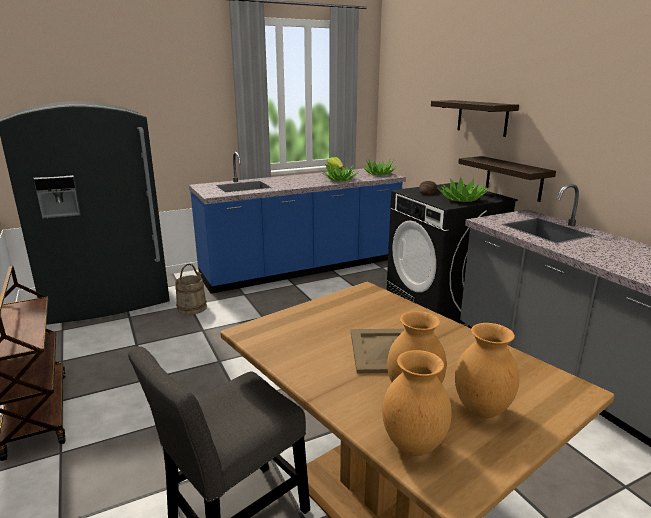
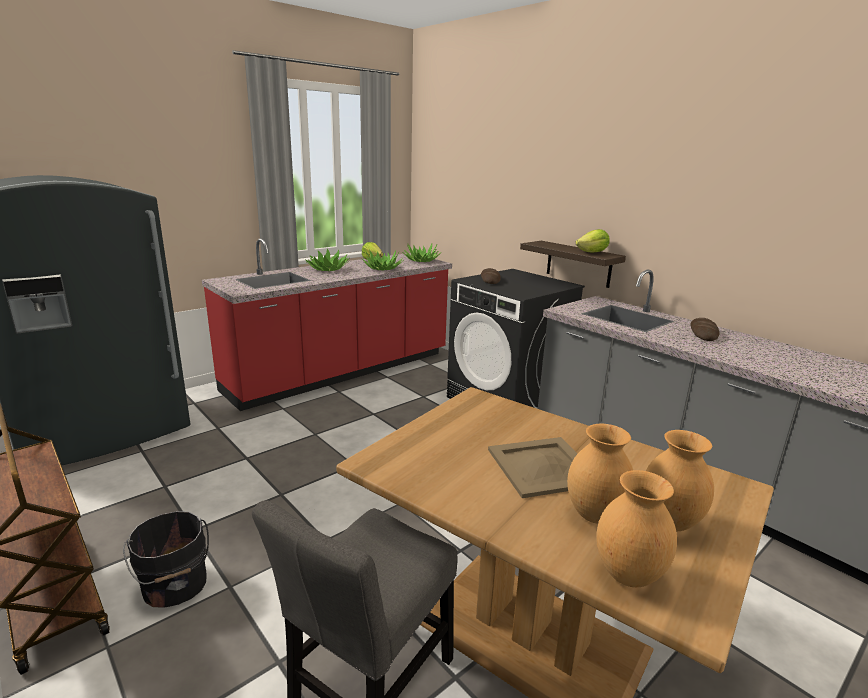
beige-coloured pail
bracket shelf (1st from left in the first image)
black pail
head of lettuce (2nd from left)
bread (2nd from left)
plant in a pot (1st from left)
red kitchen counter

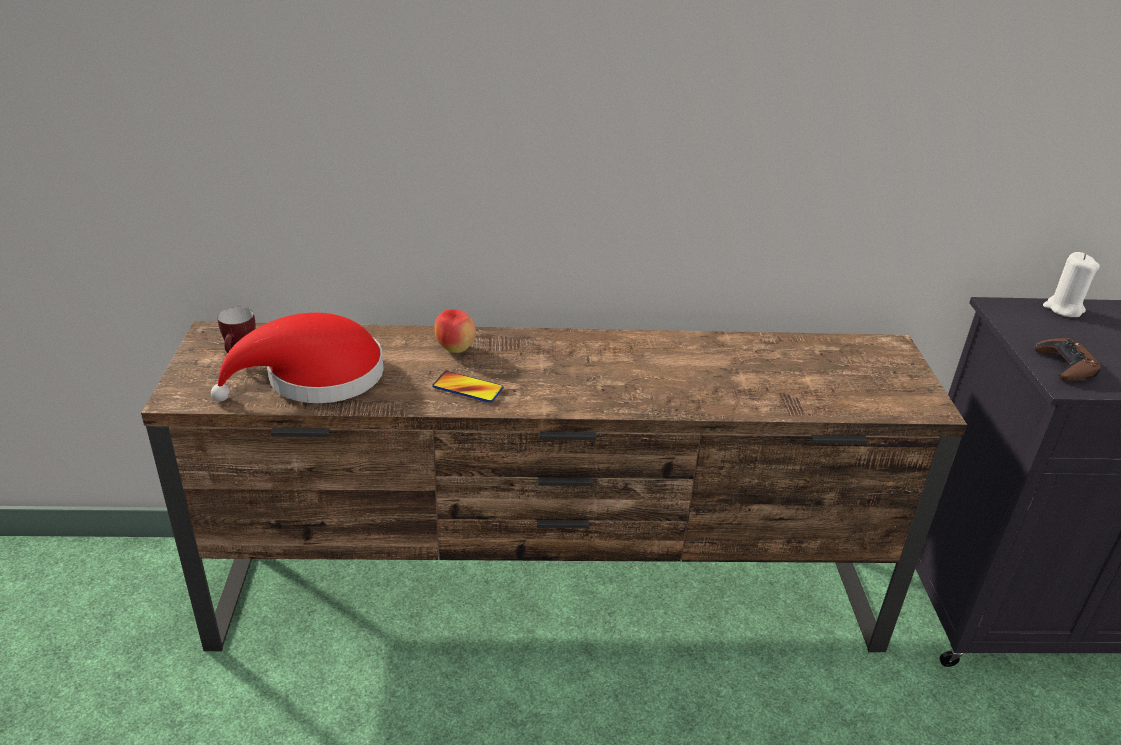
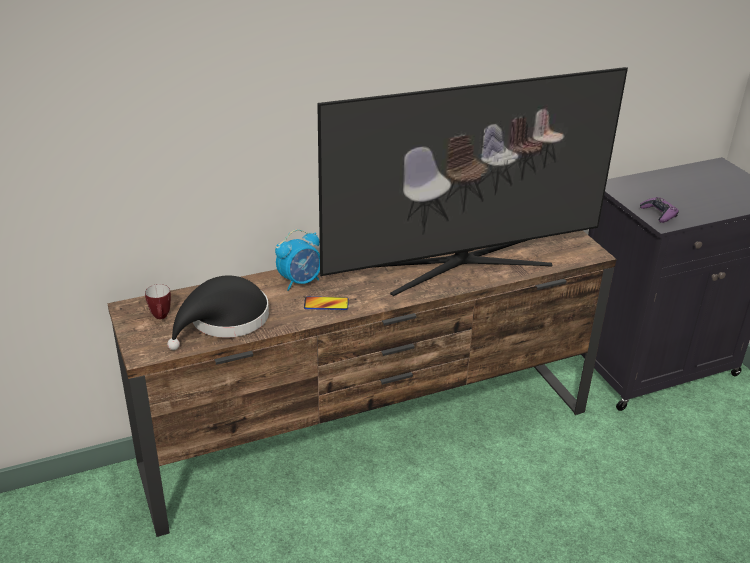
white wax light
TV set
alarm clock
black clothing hat
purple game controller

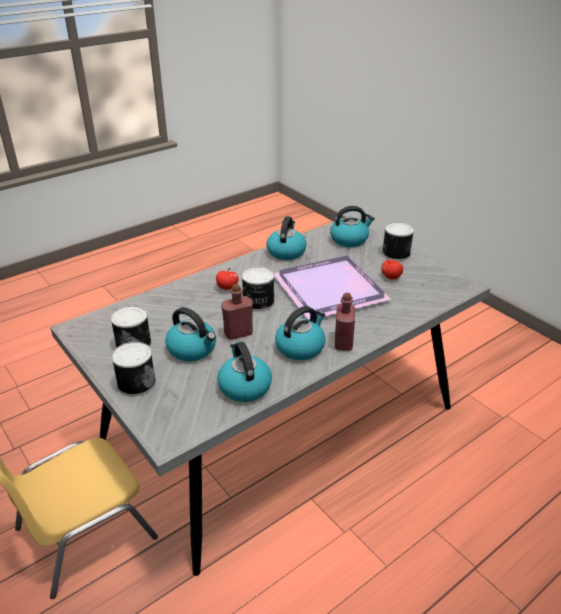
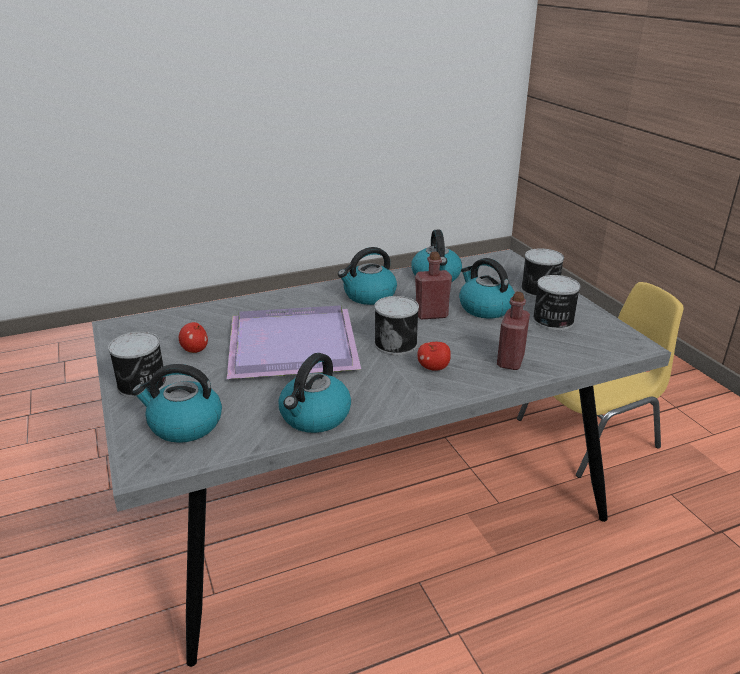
red drink bottle (2nd from left)

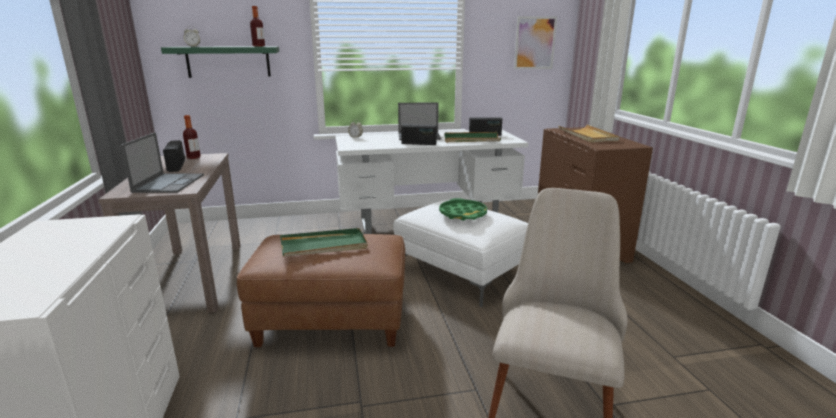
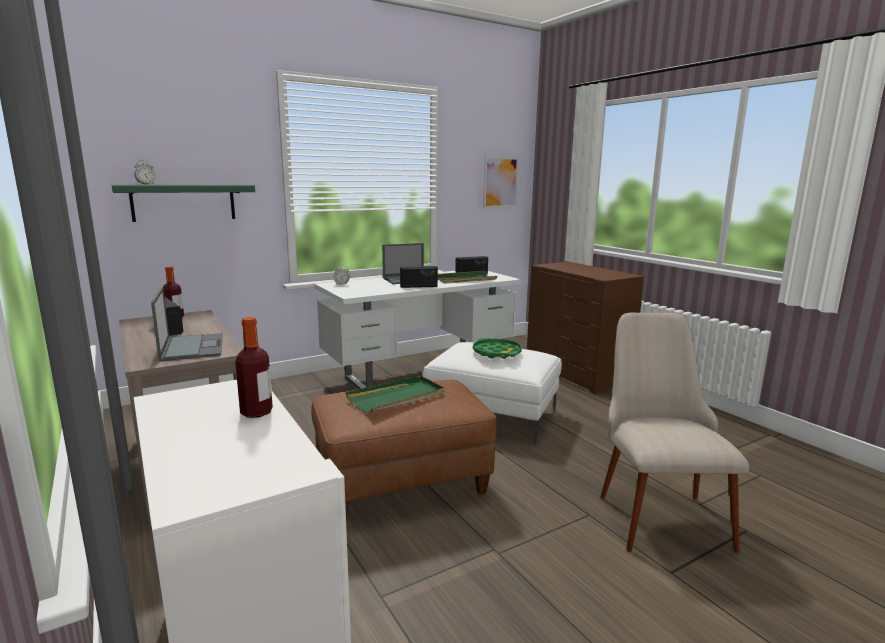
beige-coloured serving tray
drink bottle (2nd from left)

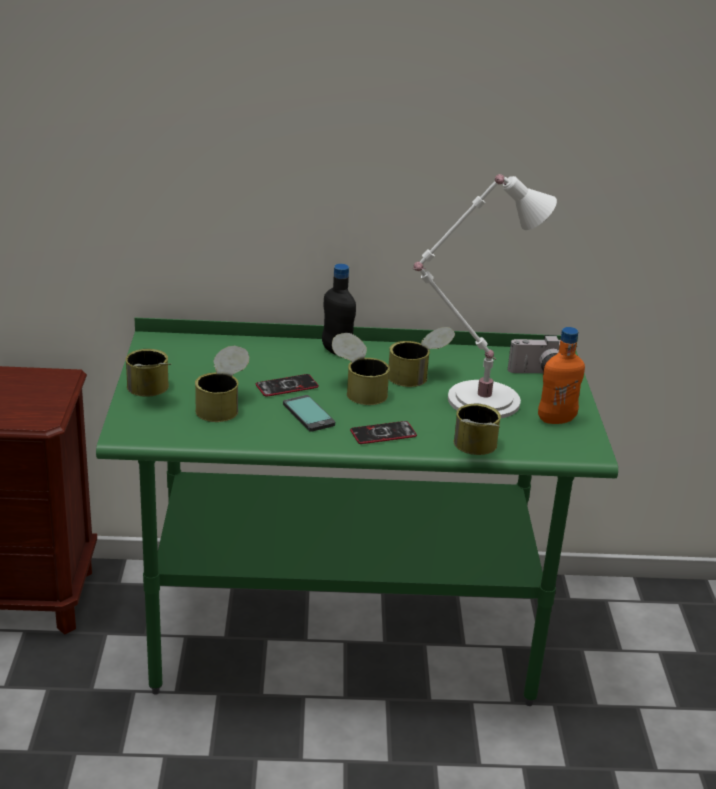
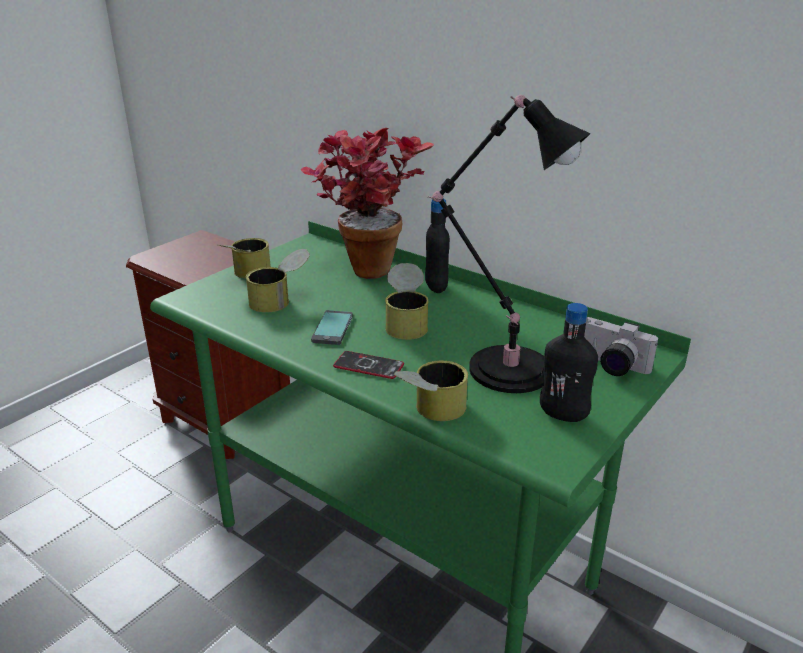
phone (1st from left in the first image)
sealed can (4th from left in the first image)
plant in a pot
black lamp for a table
black drink bottle (2nd from left)

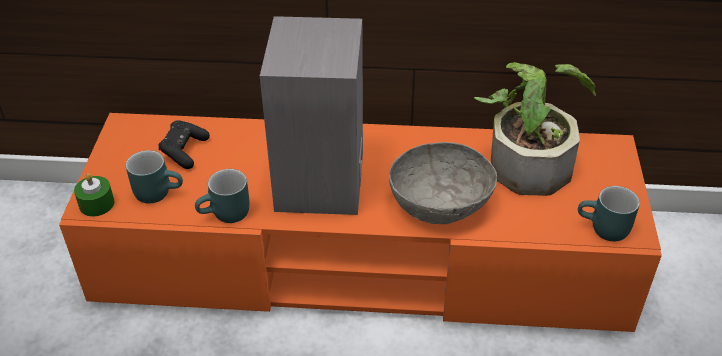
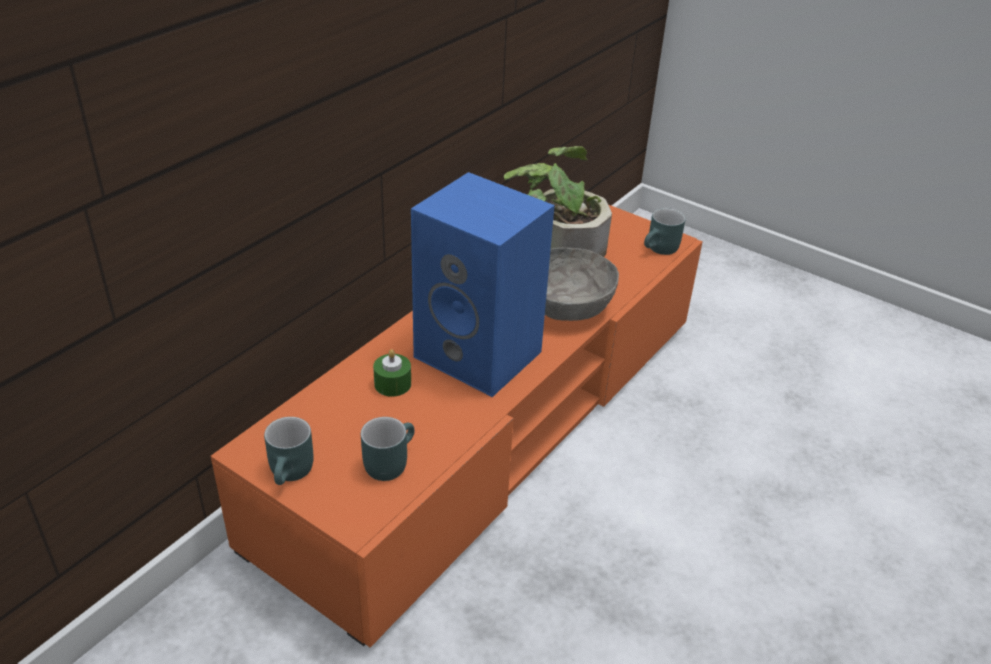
black game controller
greenish wax light
blue-green tea mug (1st from left)
bluish audio speaker

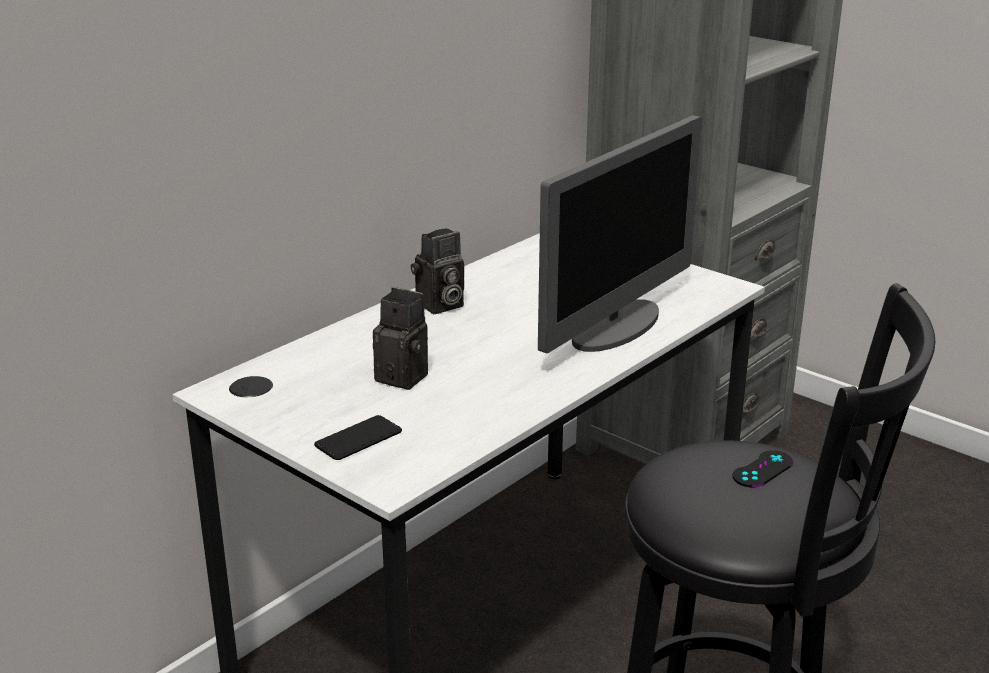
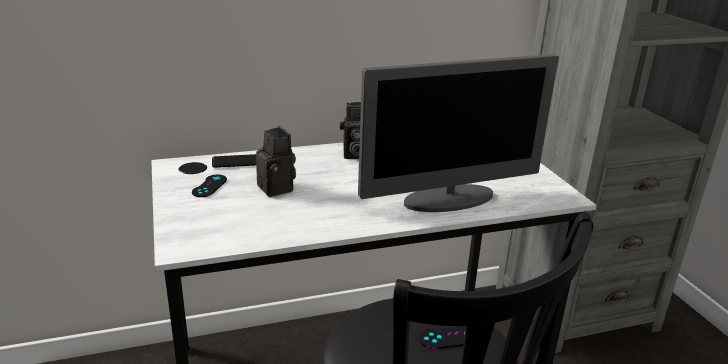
black game controller (1st from left)
phone

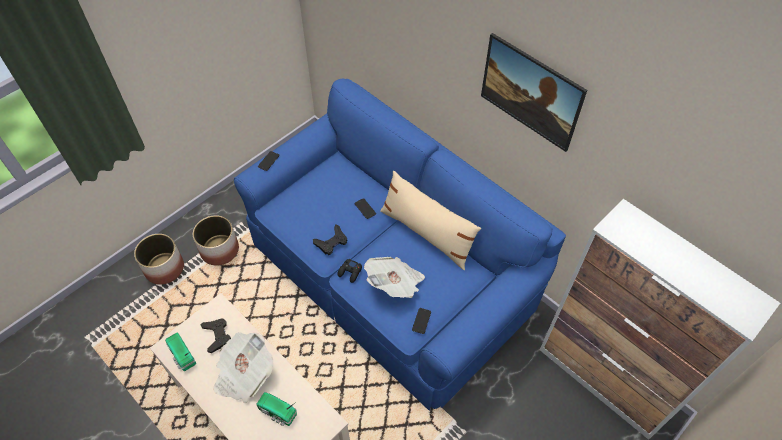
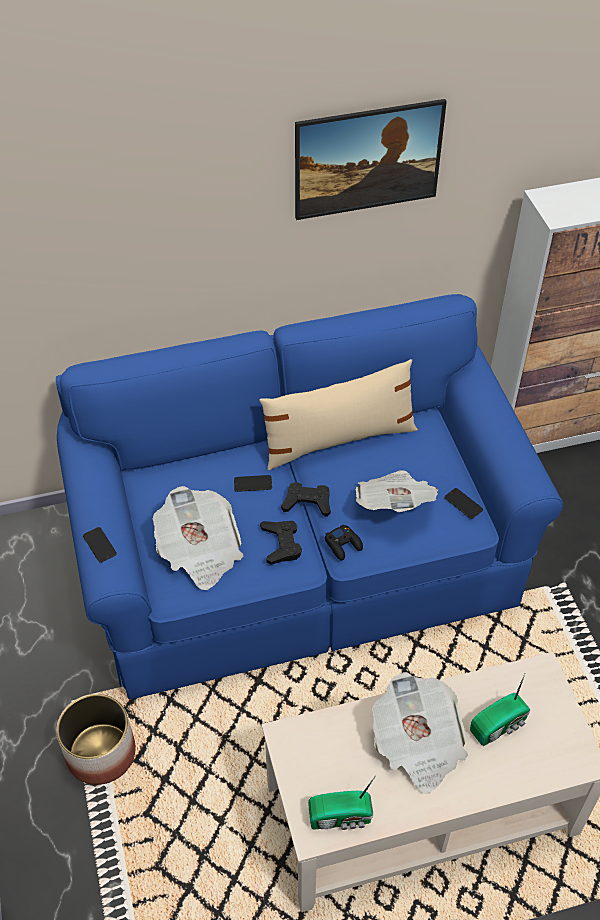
plant pot (1st from left in the first image)
daily paper (1st from left)
black game controller (2nd from left)

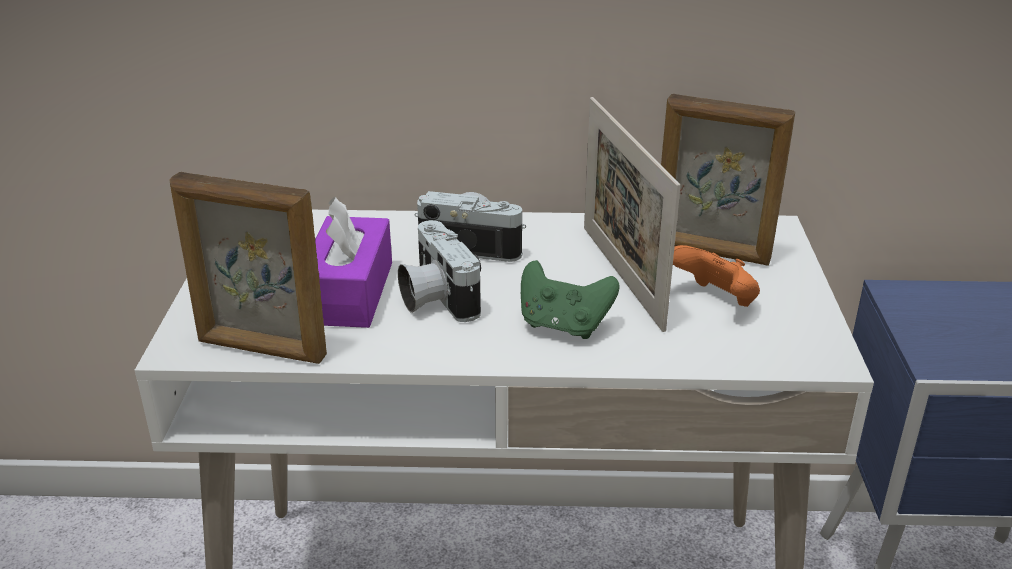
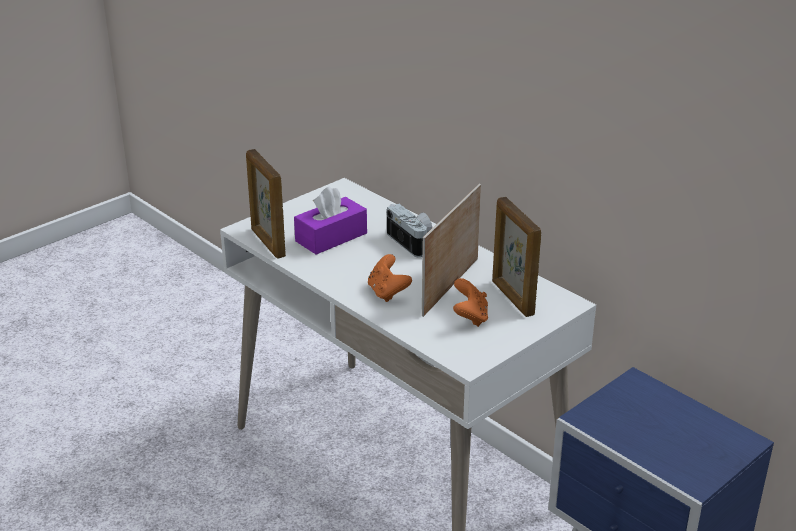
still camera (1st from left in the first image)
orange game controller (1st from left)

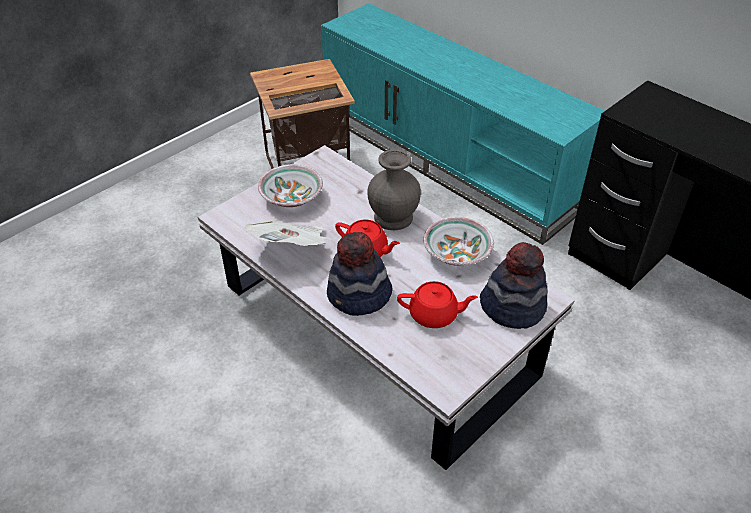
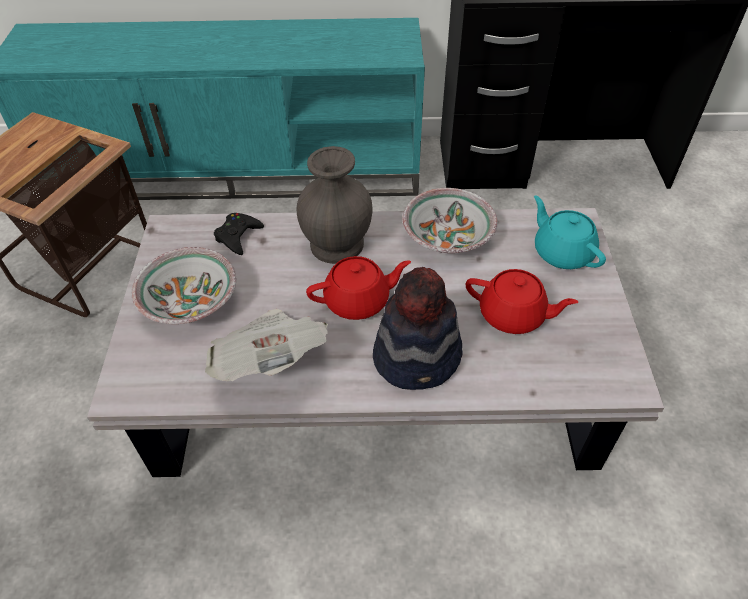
black game controller
blue-green tea pot
red tea pot (2nd from left)

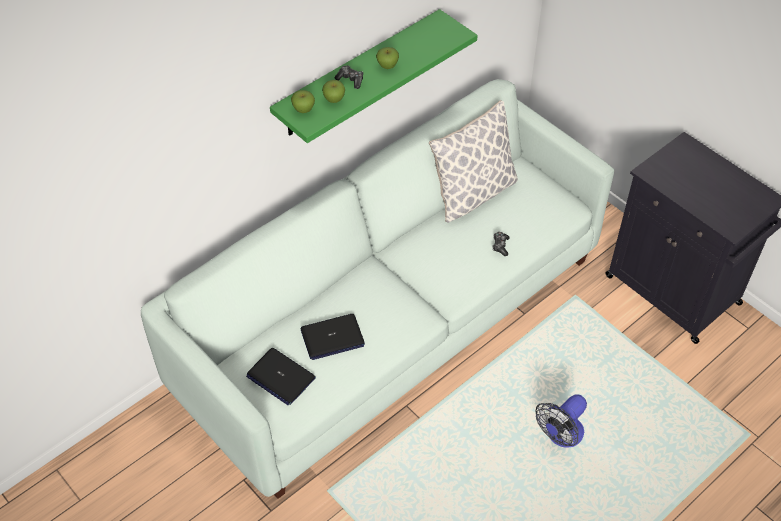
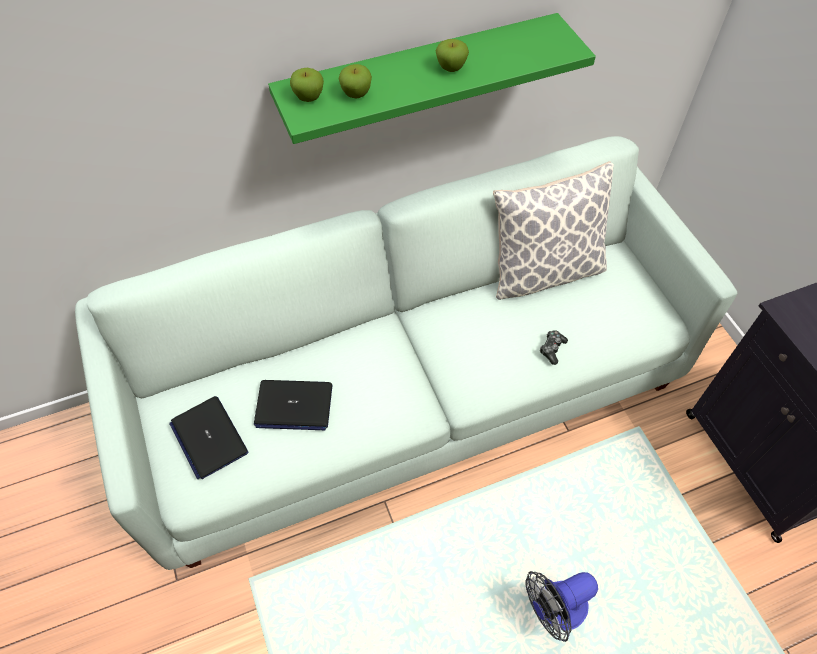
game controller (1st from left in the first image)

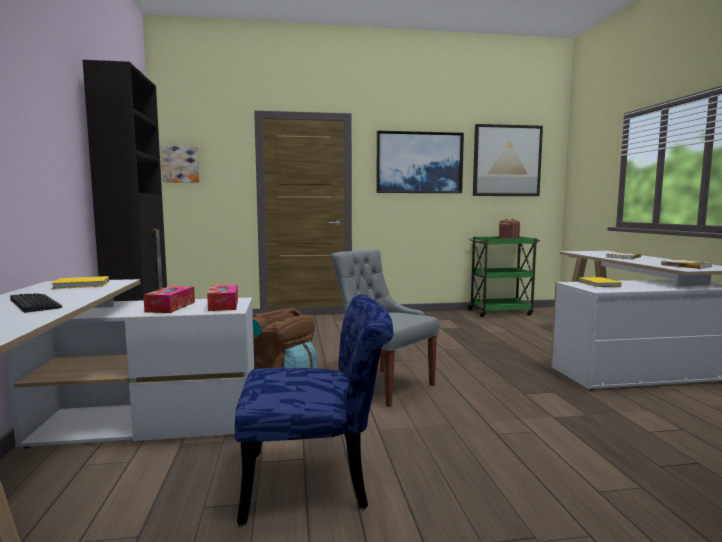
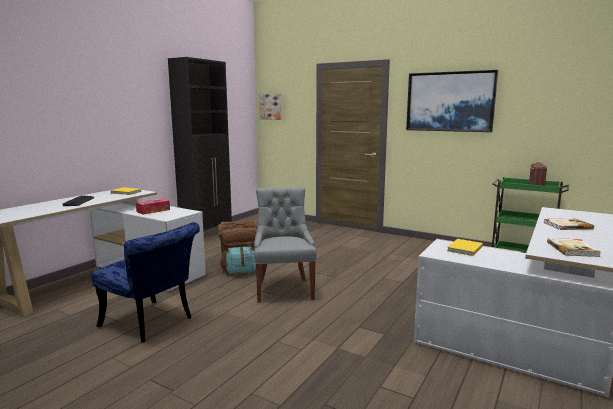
tissue box (2nd from left in the first image)
wall art (3rd from left in the first image)

